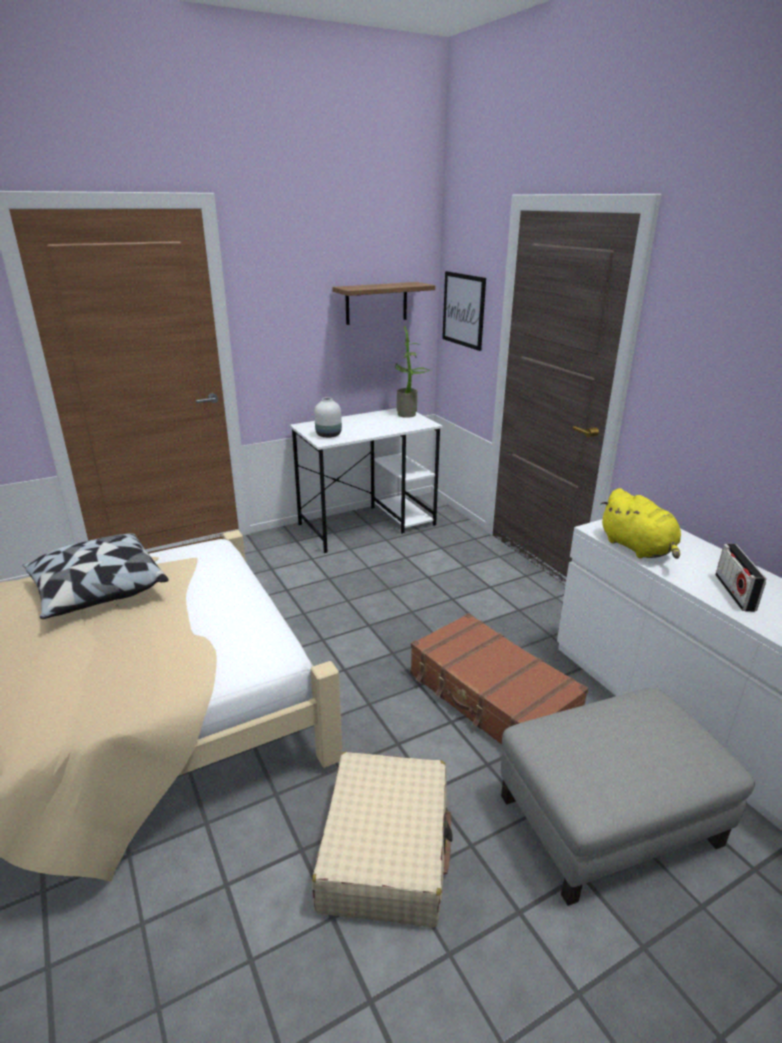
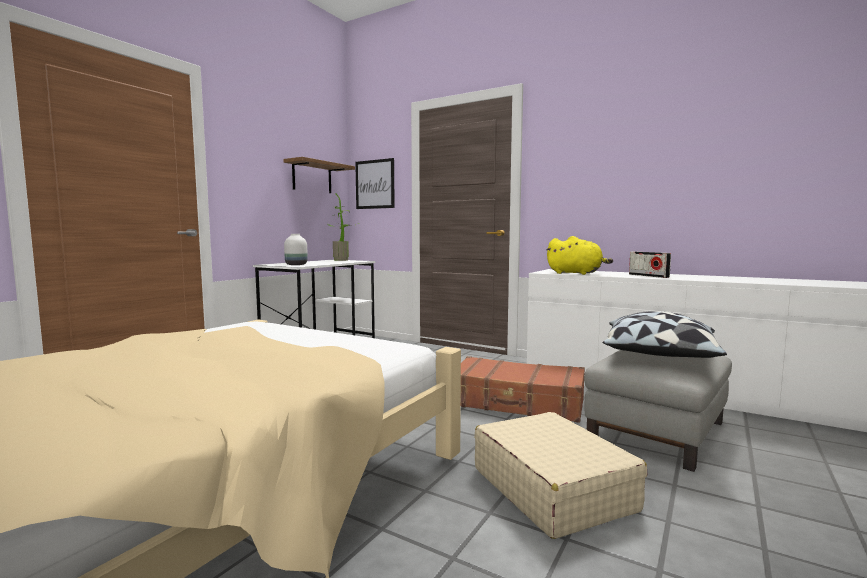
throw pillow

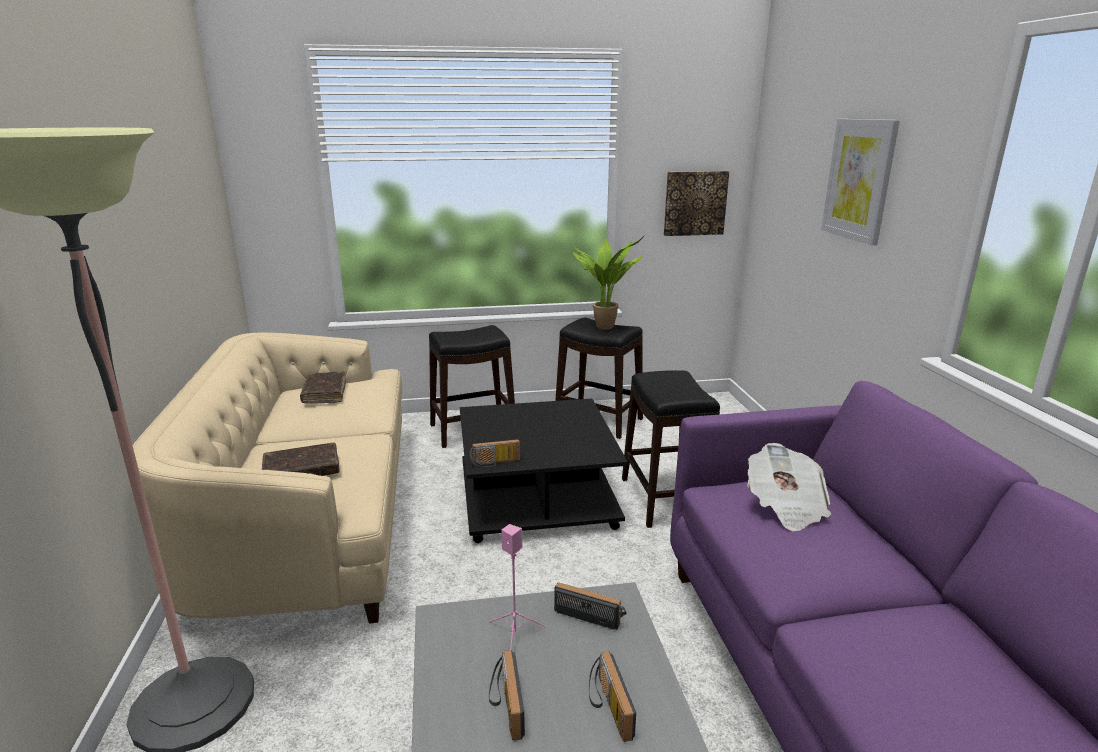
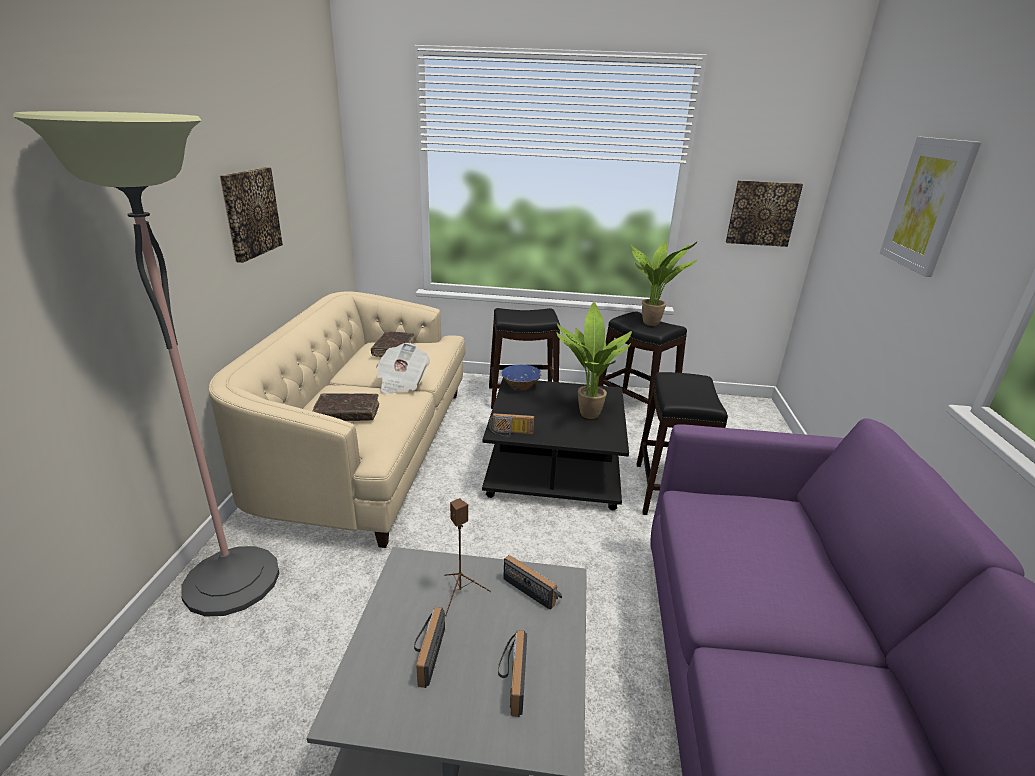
wall art (1st from left)
bluish serving bowl
plant in a pot (1st from left)
daily paper
brownish audio speaker

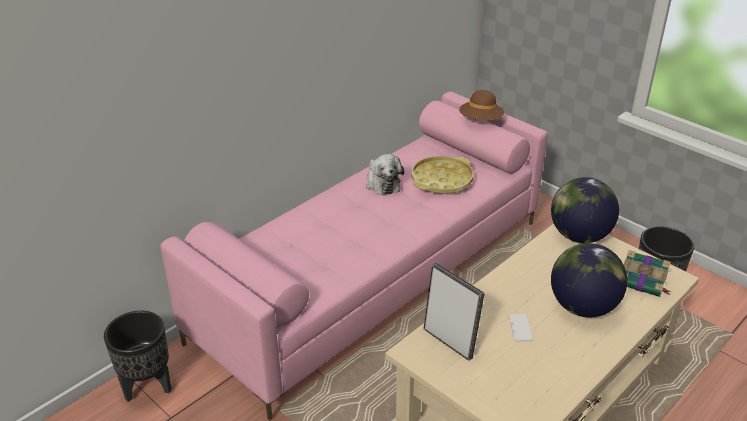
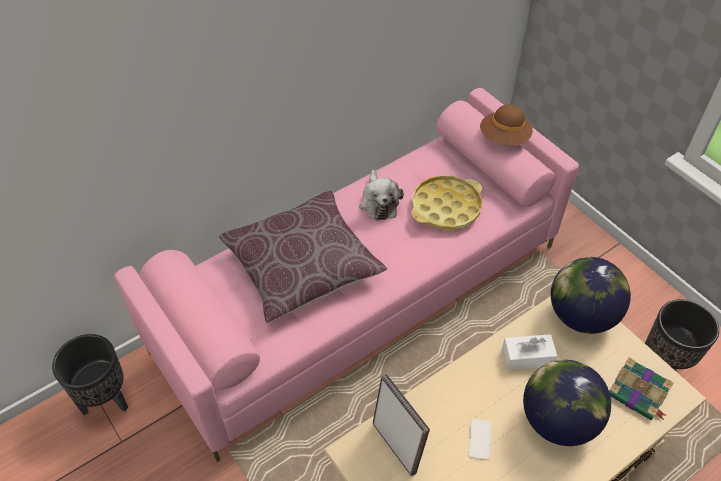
brownish throw pillow
white tissue box

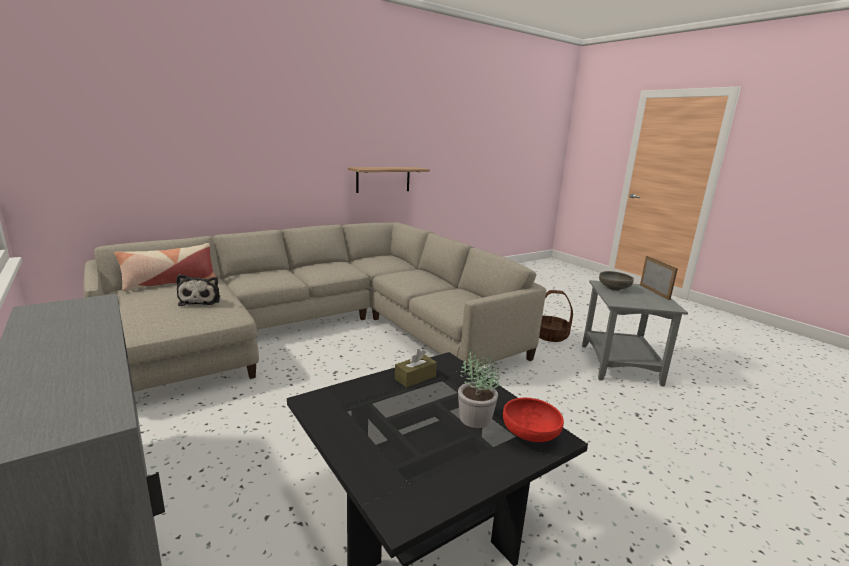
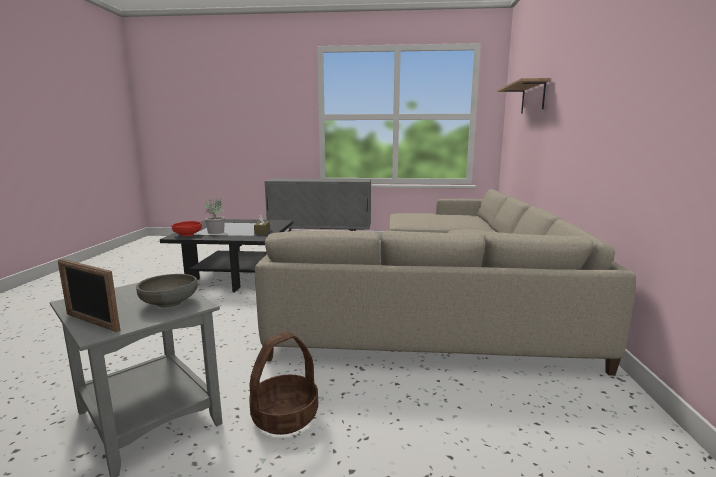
throw pillow
plush toy
bracket shelf

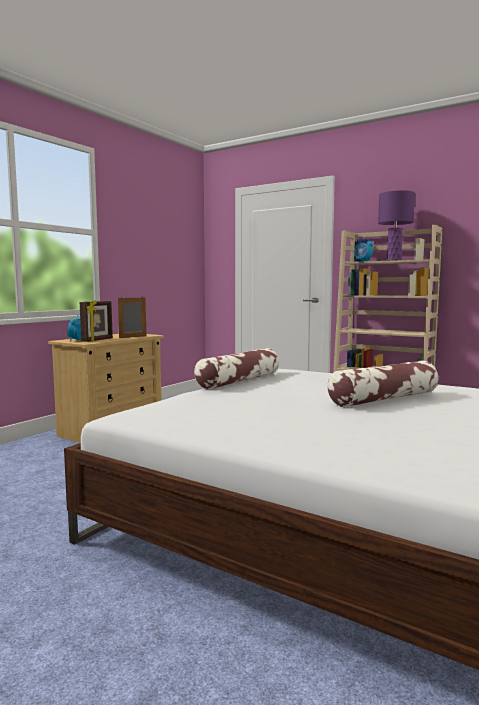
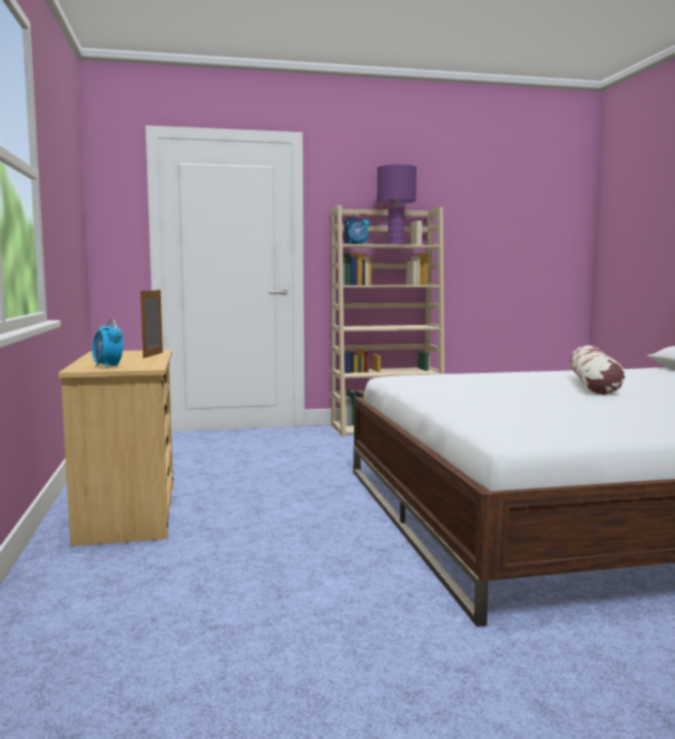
photo frame (1st from left in the first image)
throw pillow (1st from left in the first image)

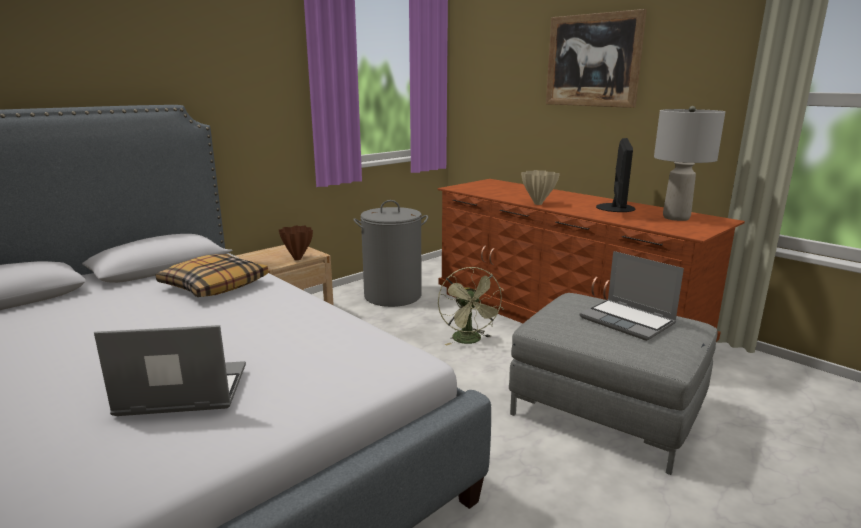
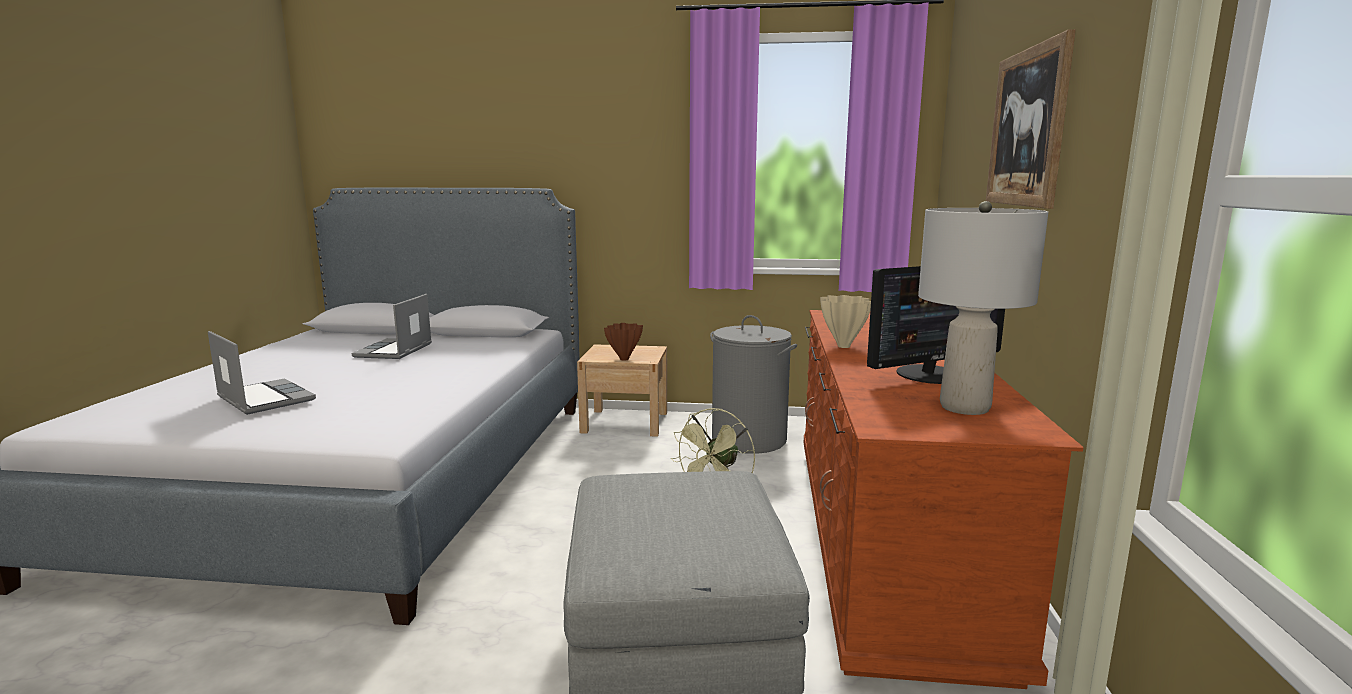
throw pillow
laptop (2nd from left)

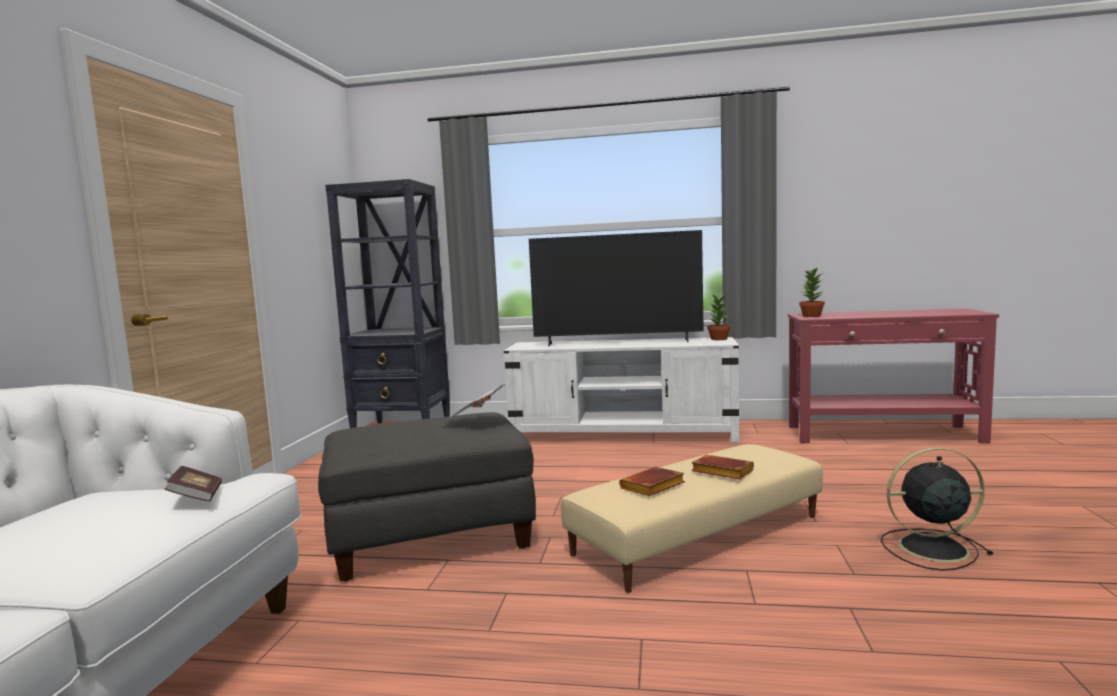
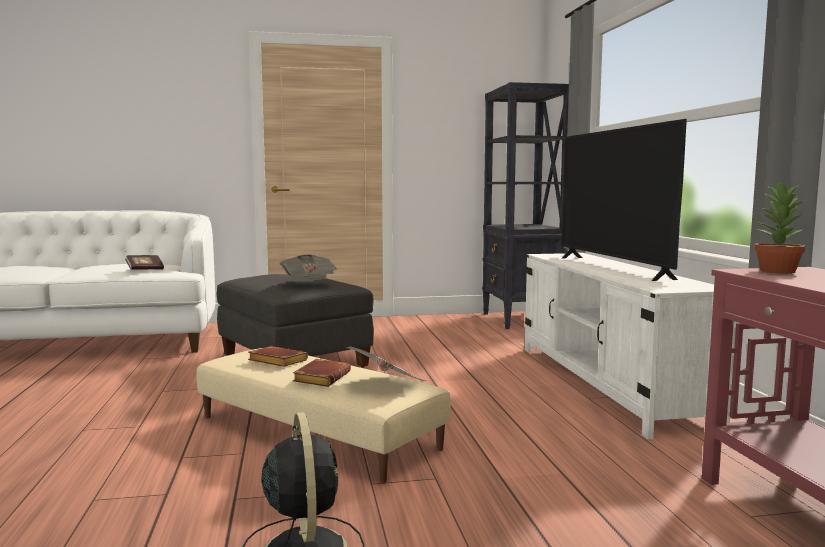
plant in a pot (1st from left in the first image)
daily paper (2nd from left)

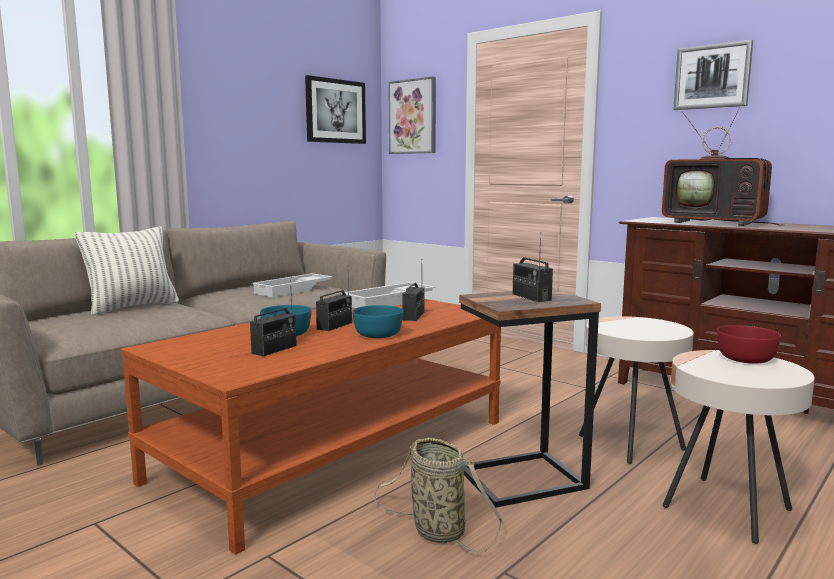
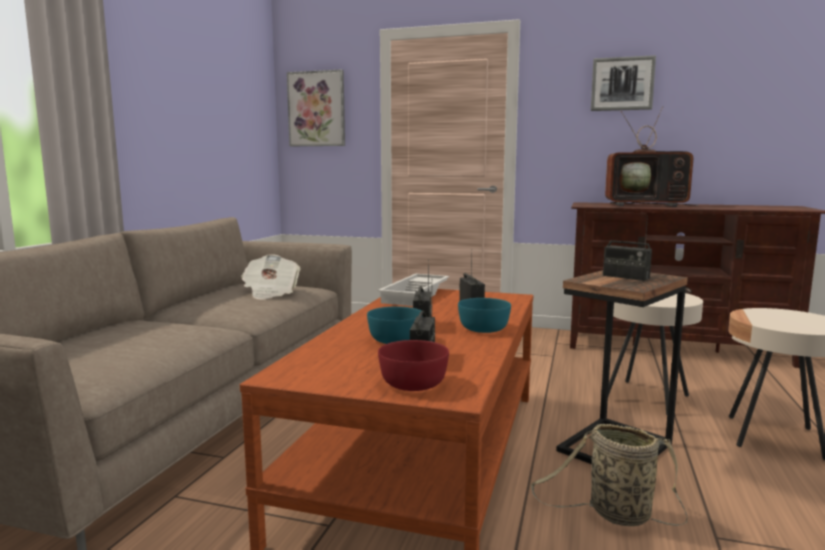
throw pillow
wall art (1st from left in the first image)
red serving bowl
daily paper

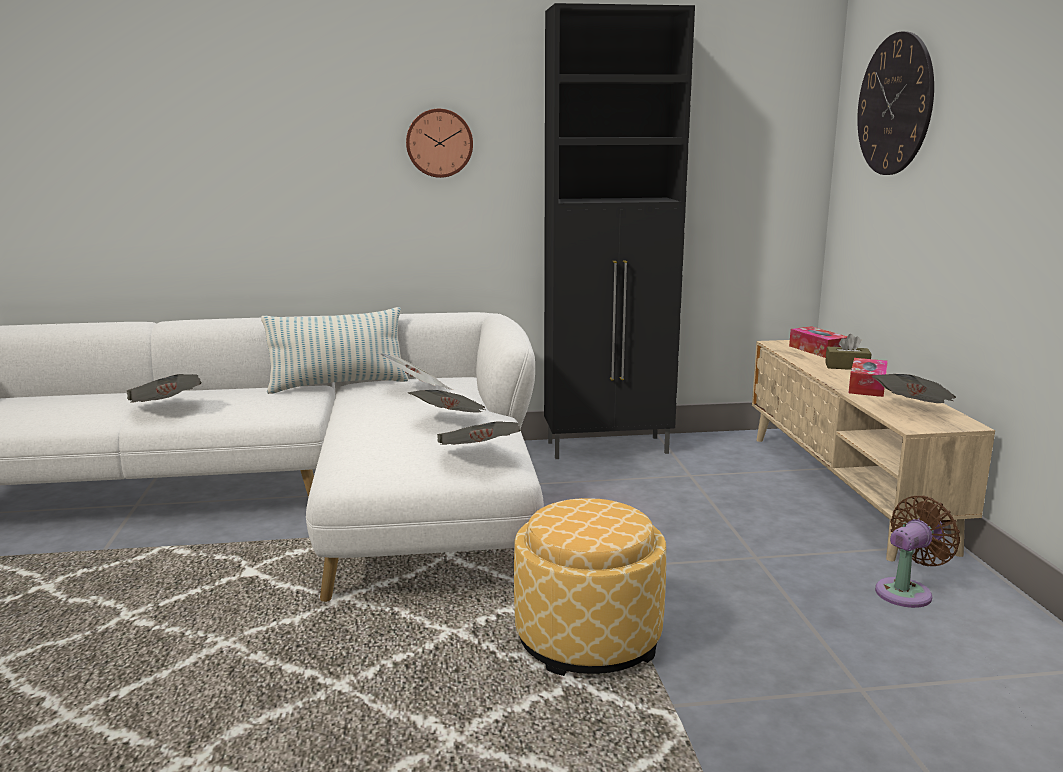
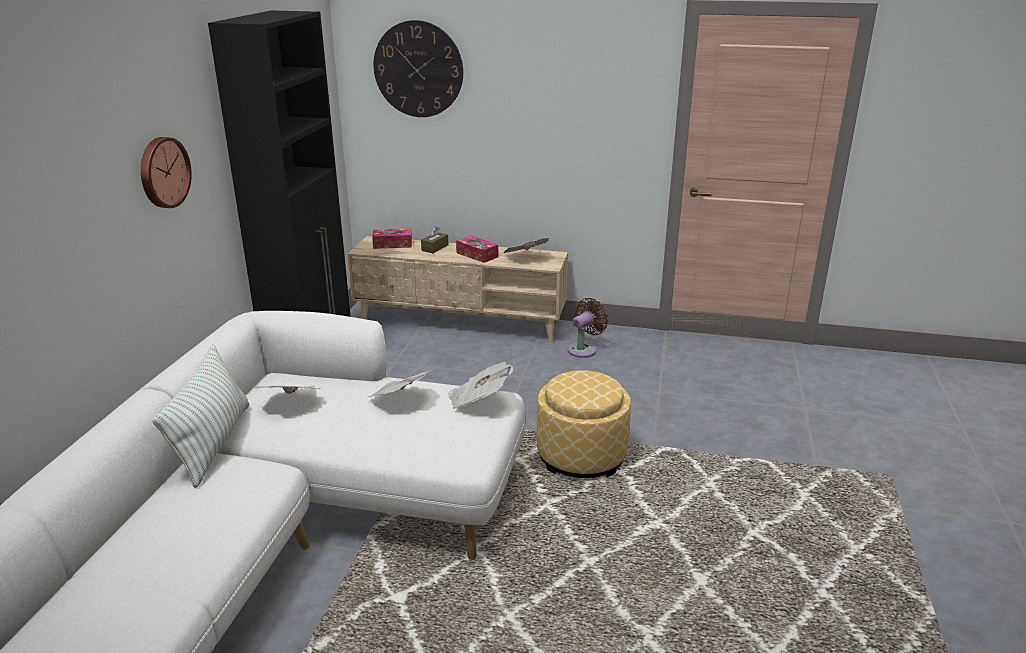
daily paper (1st from left in the first image)
brownish fan

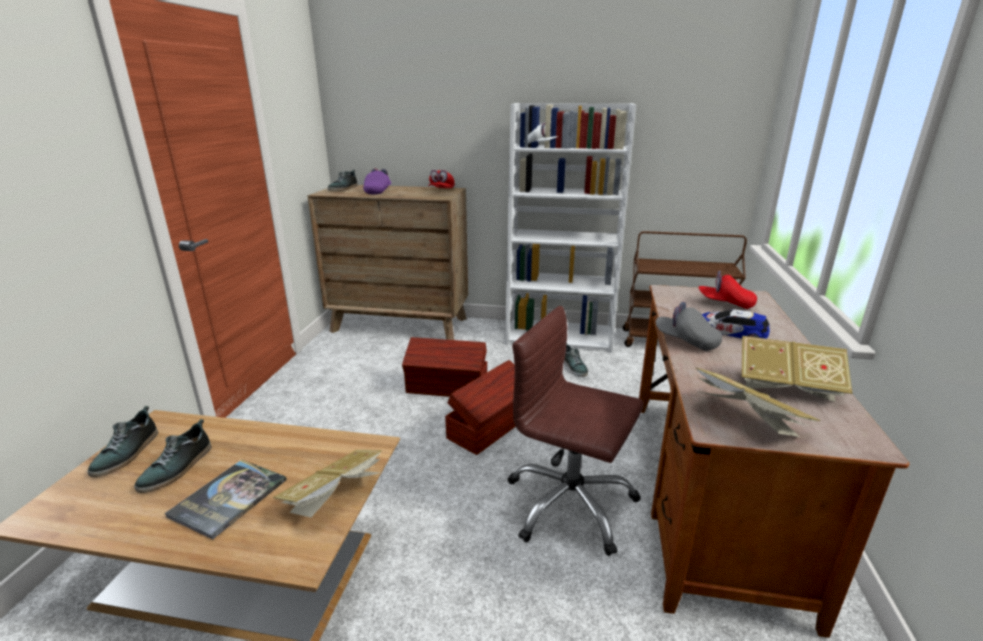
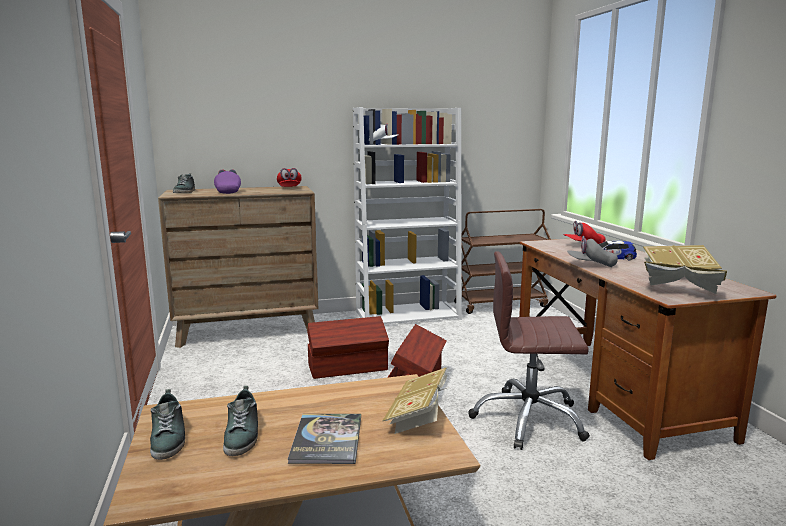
low shoe (4th from left in the first image)

